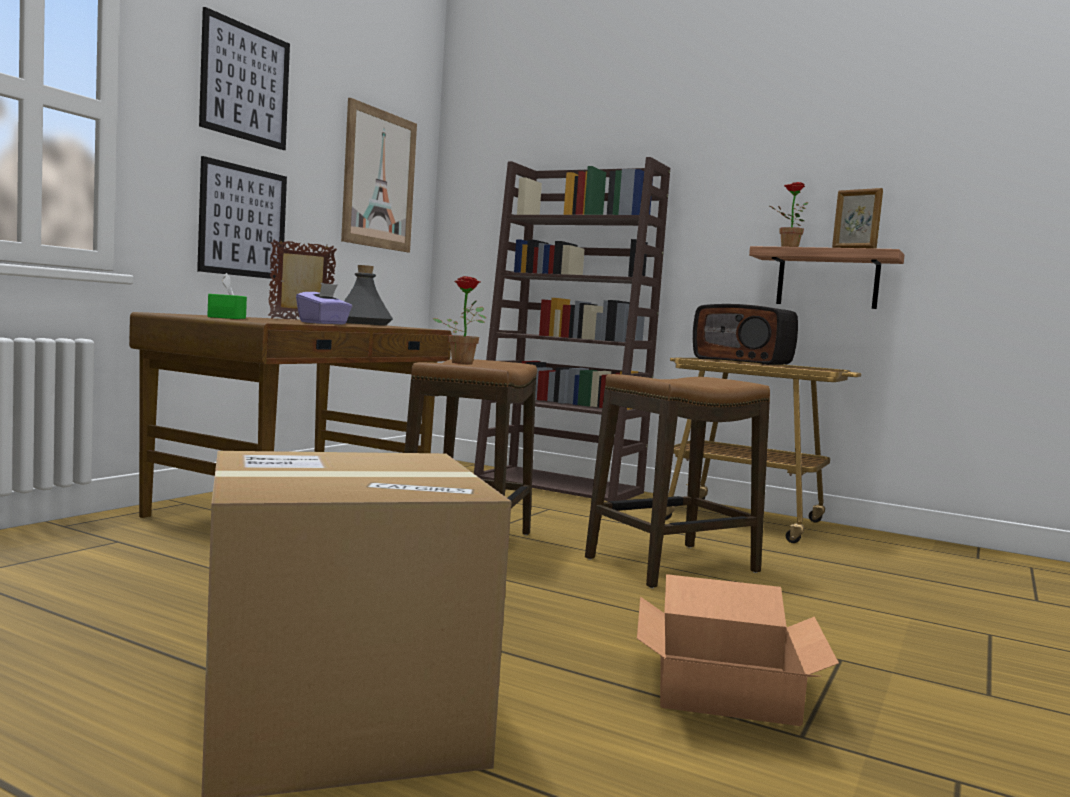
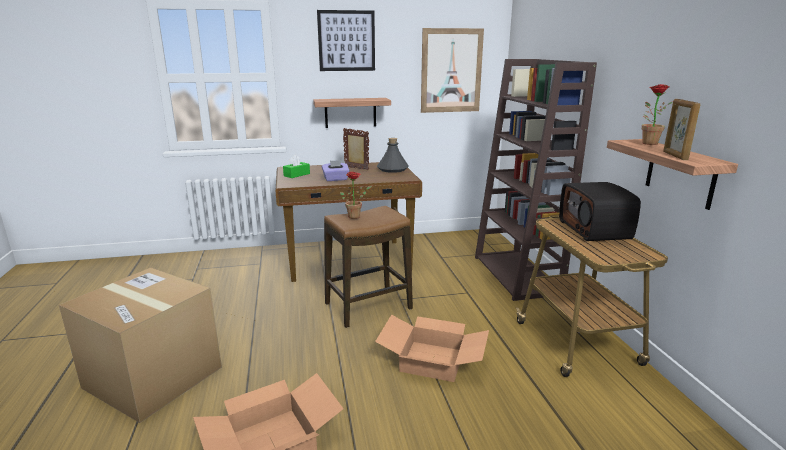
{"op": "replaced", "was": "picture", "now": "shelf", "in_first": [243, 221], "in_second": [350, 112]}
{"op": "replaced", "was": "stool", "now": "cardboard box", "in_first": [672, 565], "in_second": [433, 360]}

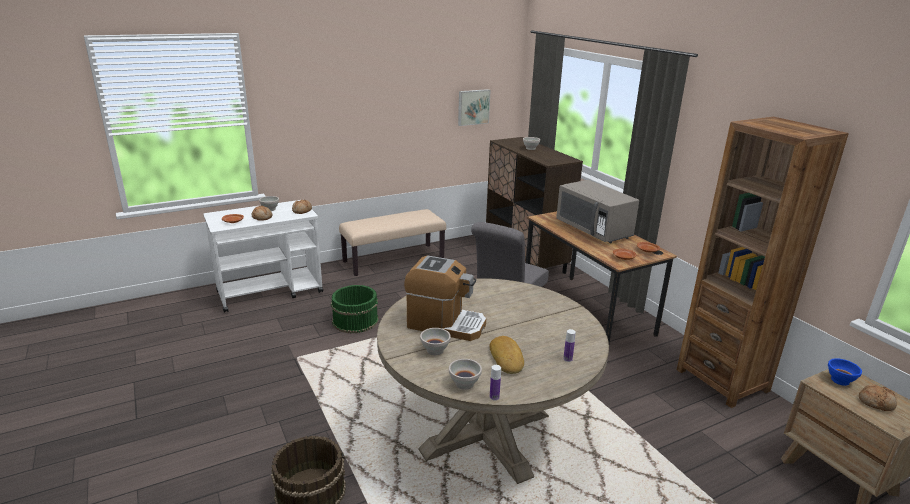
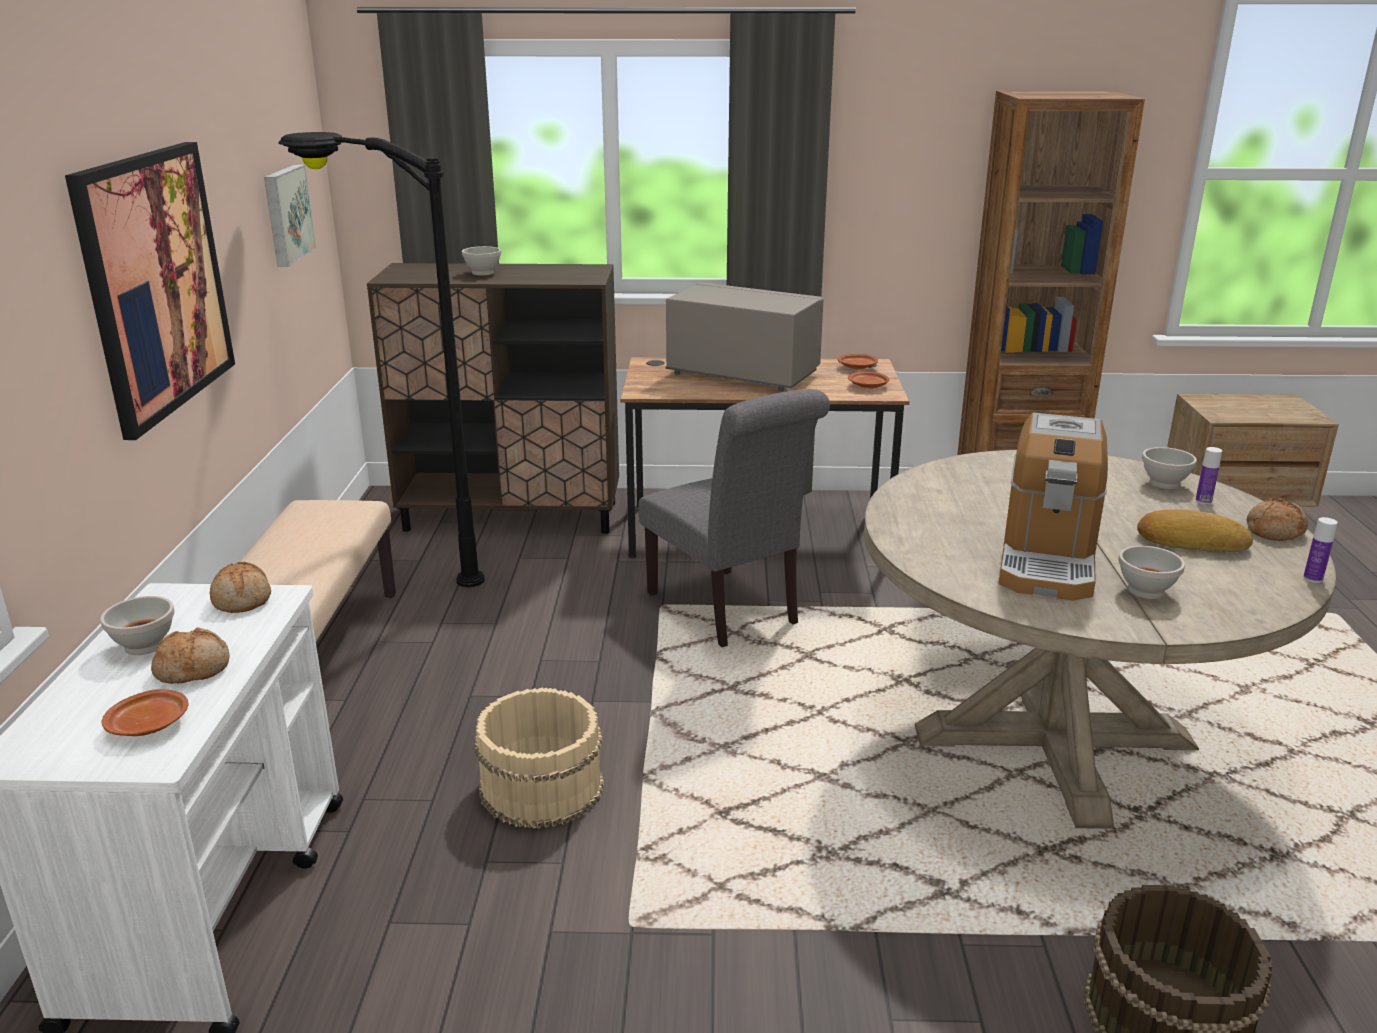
{"op": "added", "now": "picture", "in_second": [156, 283]}
{"op": "added", "now": "black floor lamp", "in_second": [396, 566]}
{"op": "recoloured", "was": "green bucket", "now": "beige bucket", "in_first": [355, 320], "in_second": [540, 787]}
{"op": "turned", "was": "grey microwave", "in_first": [593, 230], "in_second": [742, 374], "clockwise": -150}
{"op": "turned", "was": "coffee machine", "in_first": [445, 324], "in_second": [1047, 560], "clockwise": 150}
{"op": "moved", "was": "white bowl", "in_first": [464, 384], "in_second": [1165, 483]}
{"op": "moved", "was": "bread", "in_first": [876, 402], "in_second": [1273, 530]}
{"op": "removed", "was": "blue bowl", "in_first": [839, 380]}

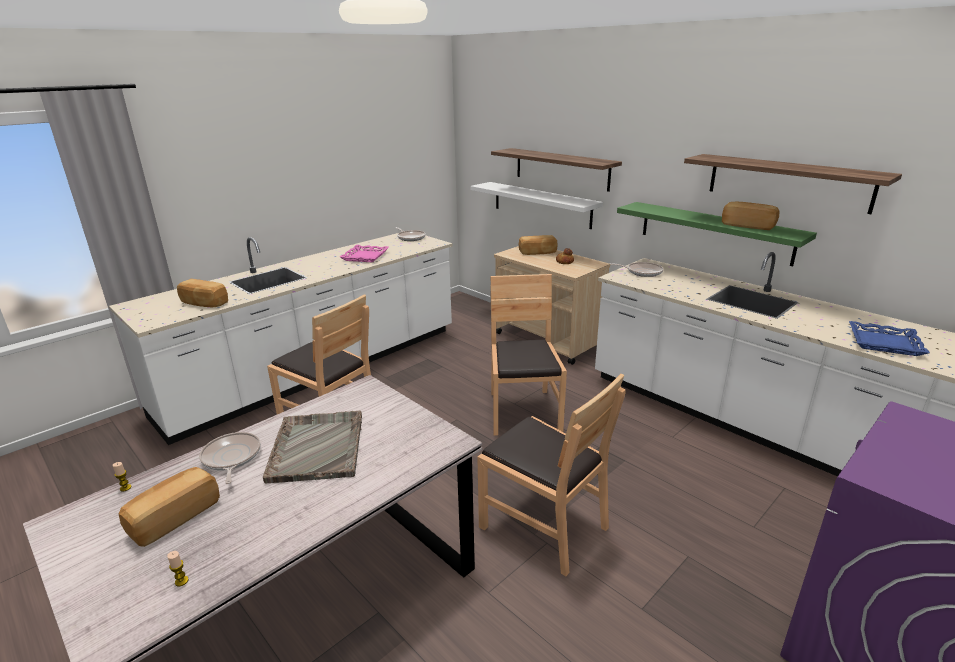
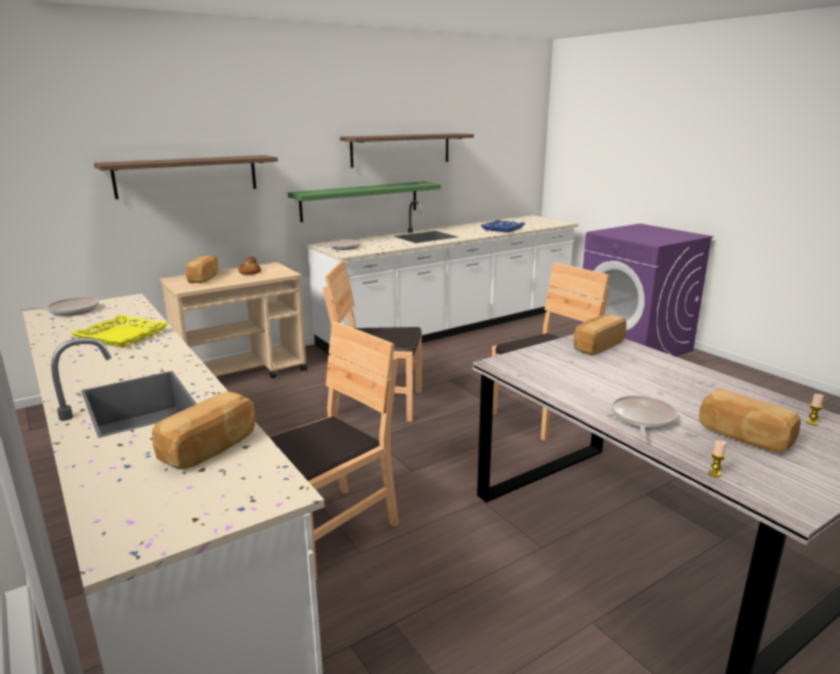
{"op": "recoloured", "was": "pink tray", "now": "yellow tray", "in_first": [365, 256], "in_second": [121, 336]}
{"op": "moved", "was": "bread", "in_first": [748, 225], "in_second": [597, 346]}
{"op": "turned", "was": "frying pan", "in_first": [231, 458], "in_second": [642, 419], "clockwise": 120}
{"op": "removed", "was": "grey tray", "in_first": [317, 447]}
{"op": "removed", "was": "white shelf", "in_first": [541, 204]}

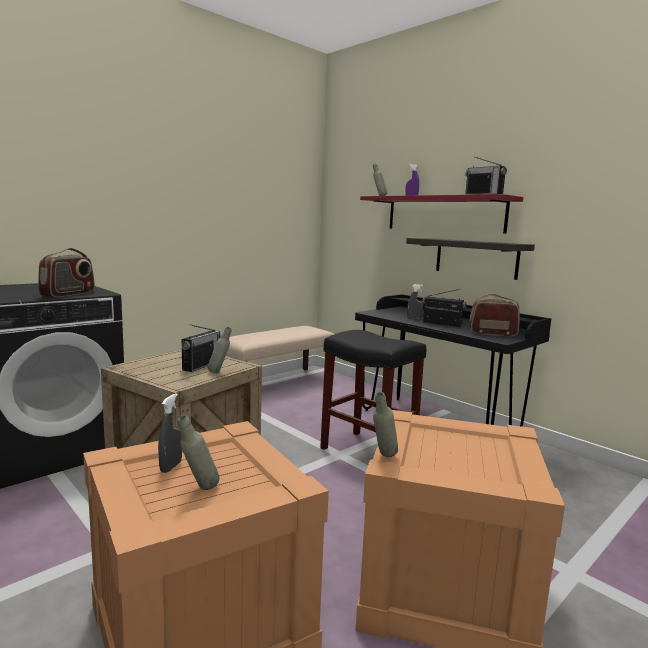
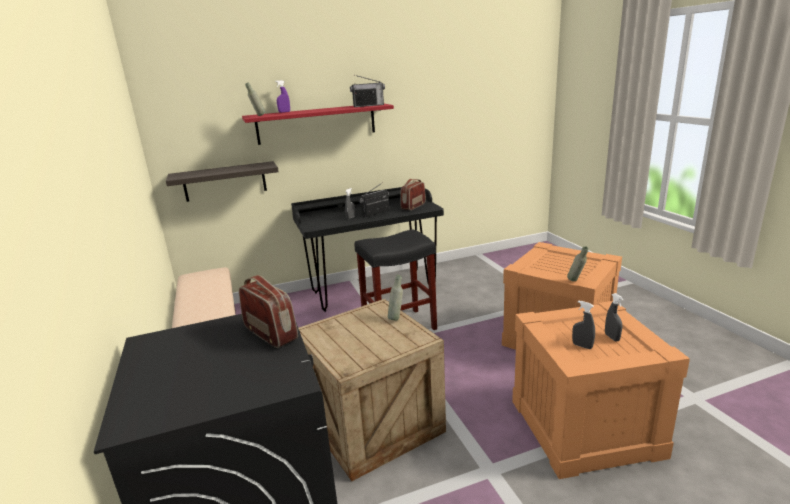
{"op": "moved", "was": "shelf", "in_first": [476, 258], "in_second": [225, 181]}
{"op": "replaced", "was": "grey bottle", "now": "grey spray bottle", "in_first": [199, 490], "in_second": [612, 337]}
{"op": "removed", "was": "radio", "in_first": [201, 365]}

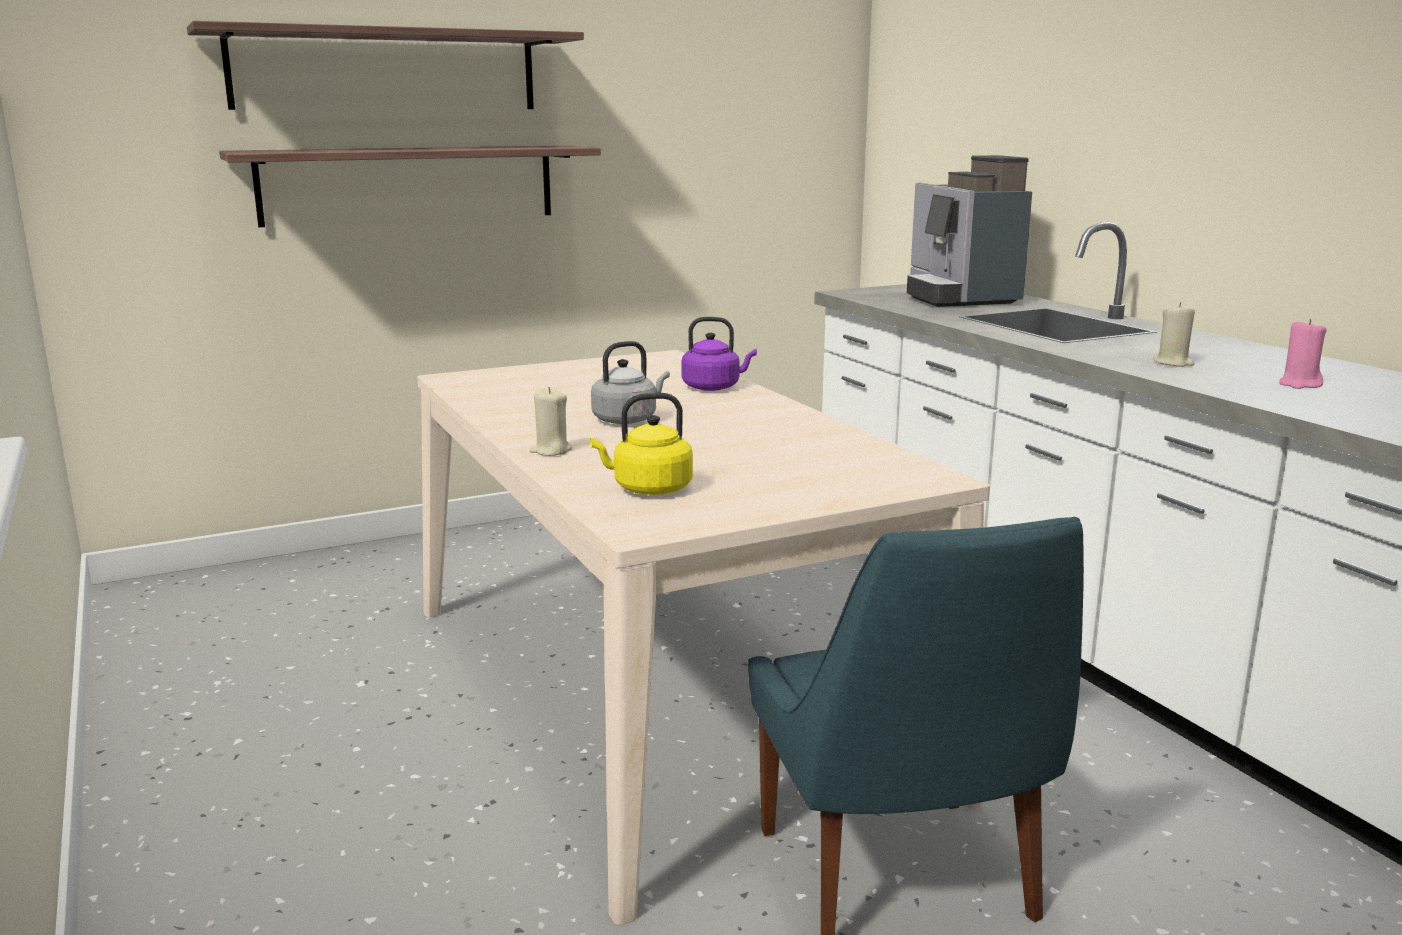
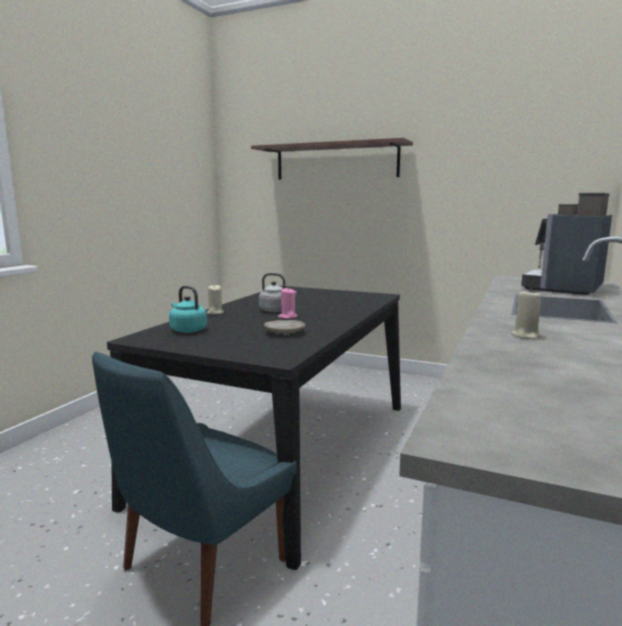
{"op": "recoloured", "was": "beige dining table", "now": "black dining table", "in_first": [658, 693], "in_second": [284, 449]}
{"op": "recoloured", "was": "yellow kettle", "now": "turquoise kettle", "in_first": [648, 489], "in_second": [187, 330]}
{"op": "added", "now": "beige plate", "in_second": [285, 332]}
{"op": "moved", "was": "pink candle", "in_first": [1299, 384], "in_second": [287, 317]}
{"op": "removed", "was": "shelf", "in_first": [409, 184]}
{"op": "removed", "was": "purple kettle", "in_first": [714, 387]}

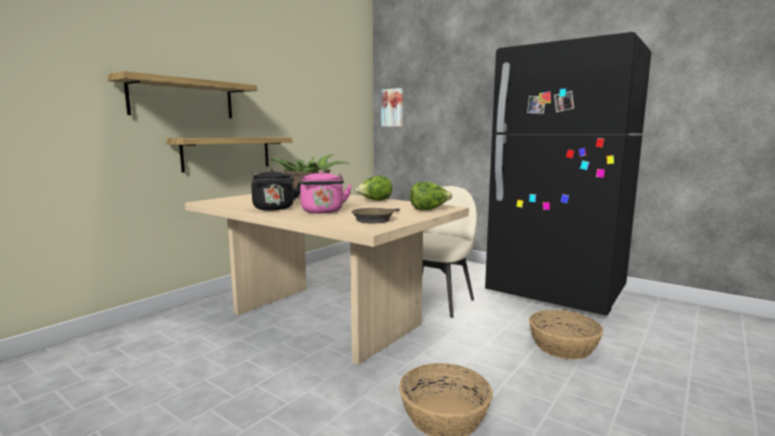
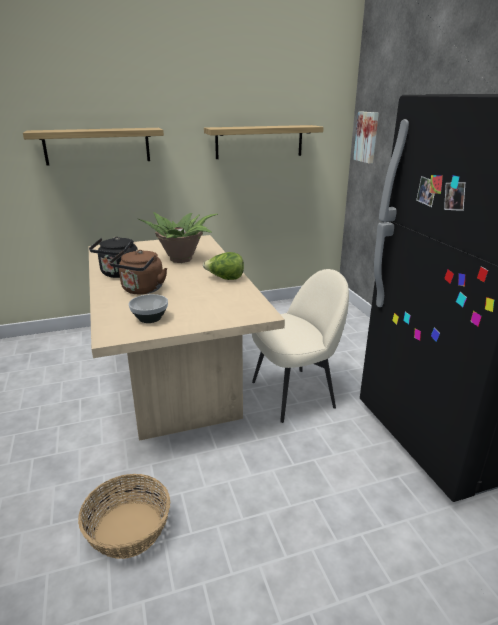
{"op": "recoloured", "was": "pink kettle", "now": "brown kettle", "in_first": [323, 211], "in_second": [141, 290]}
{"op": "replaced", "was": "brown frying pan", "now": "bowl", "in_first": [375, 219], "in_second": [149, 318]}
{"op": "moved", "was": "shelf", "in_first": [227, 153], "in_second": [259, 142]}
{"op": "removed", "was": "lettuce", "in_first": [429, 210]}
{"op": "removed", "was": "basket", "in_first": [563, 346]}

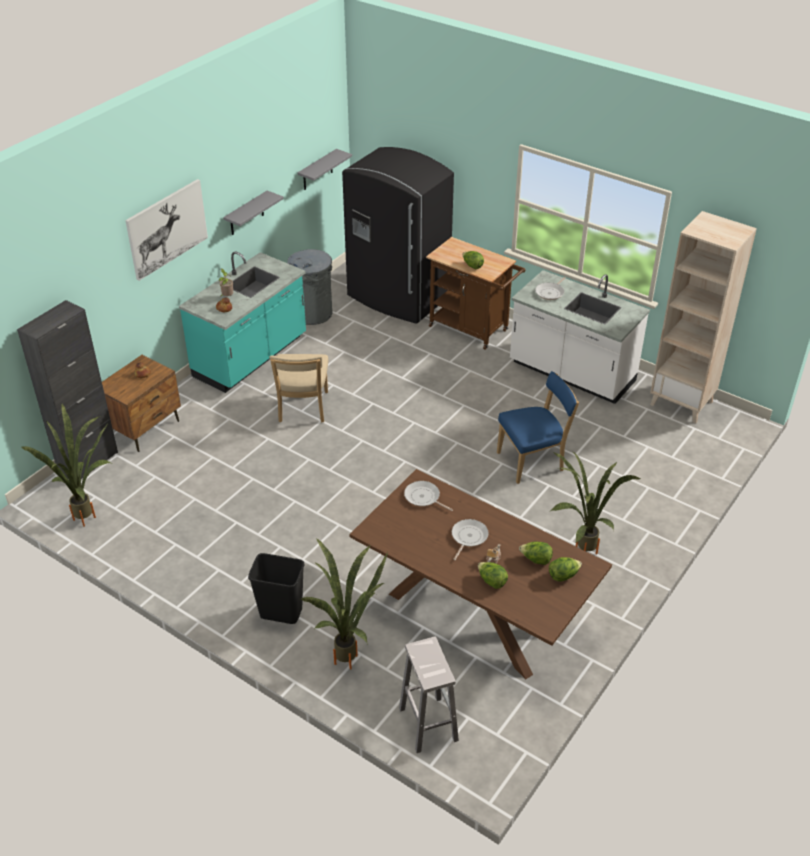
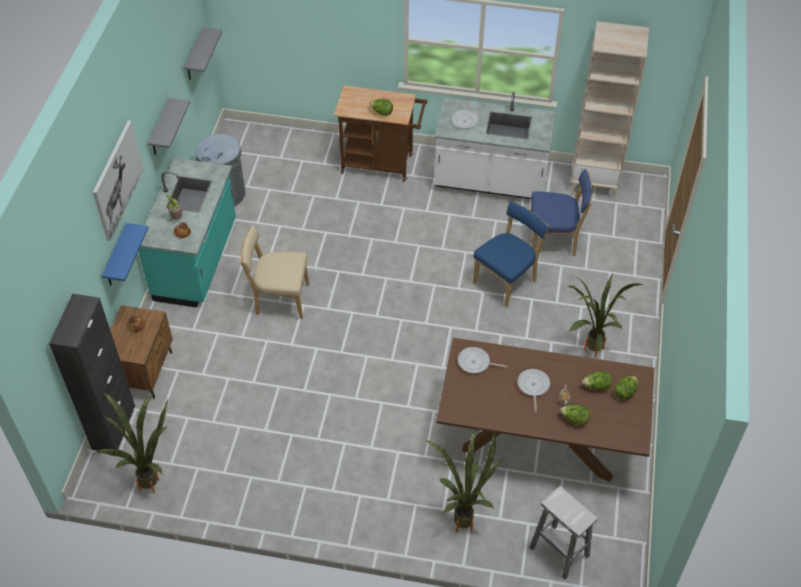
{"op": "added", "now": "blue shelf", "in_second": [116, 257]}
{"op": "turned", "was": "beige chair", "in_first": [302, 409], "in_second": [279, 299], "clockwise": 120}
{"op": "added", "now": "blue chair", "in_second": [554, 240]}
{"op": "removed", "was": "black trash can", "in_first": [280, 613]}
{"op": "removed", "was": "black fridge", "in_first": [397, 298]}

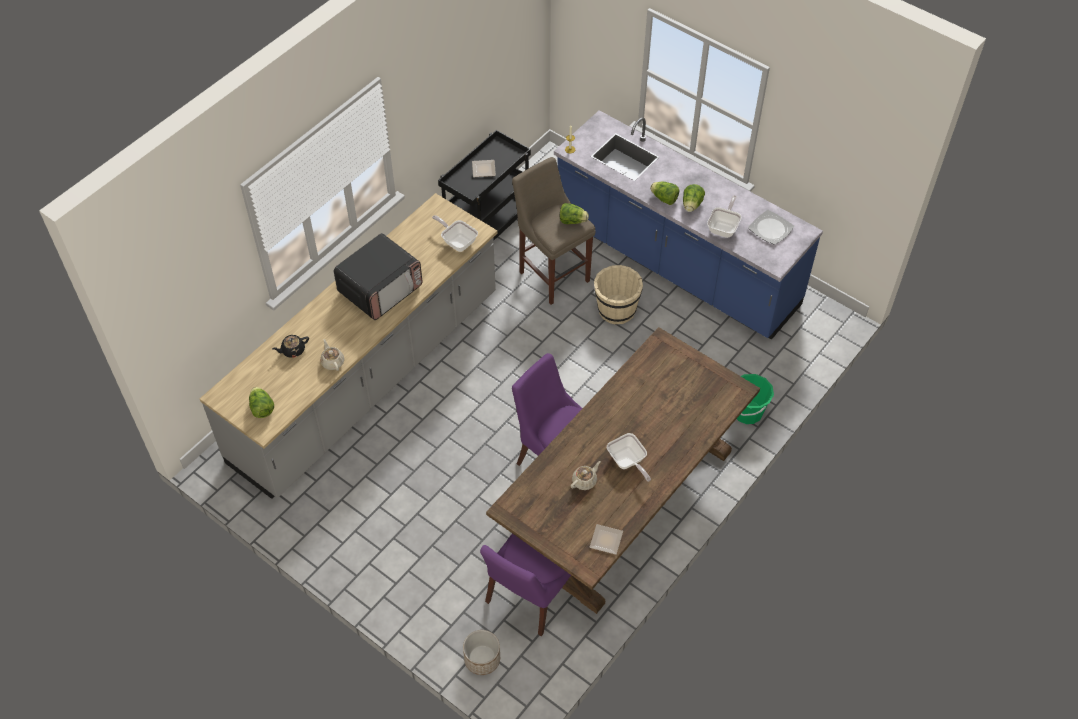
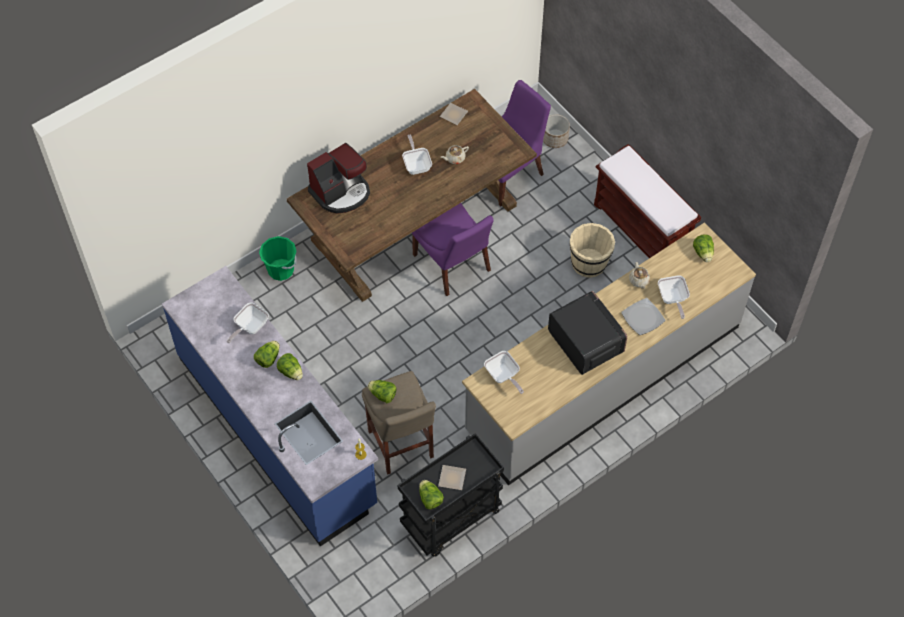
{"op": "added", "now": "coffee machine", "in_second": [341, 192]}
{"op": "added", "now": "lettuce", "in_second": [430, 499]}
{"op": "turned", "was": "microwave", "in_first": [381, 289], "in_second": [585, 342], "clockwise": 90}
{"op": "moved", "was": "beige bucket", "in_first": [616, 310], "in_second": [589, 263]}
{"op": "added", "now": "brown bench", "in_second": [641, 229]}
{"op": "moved", "was": "plate", "in_first": [770, 229], "in_second": [643, 317]}
{"op": "replaced", "was": "black teapot", "now": "frying pan", "in_first": [293, 350], "in_second": [672, 299]}

